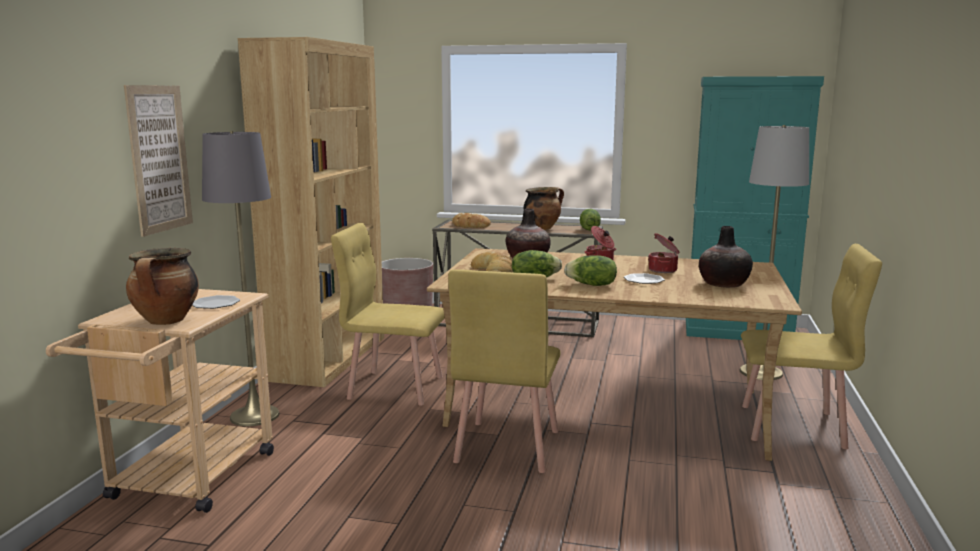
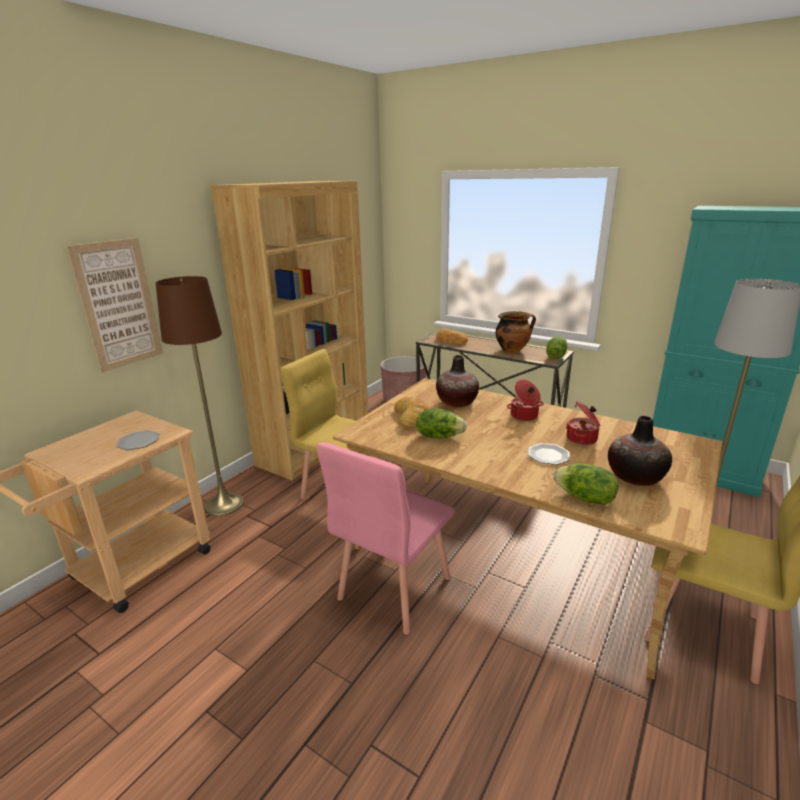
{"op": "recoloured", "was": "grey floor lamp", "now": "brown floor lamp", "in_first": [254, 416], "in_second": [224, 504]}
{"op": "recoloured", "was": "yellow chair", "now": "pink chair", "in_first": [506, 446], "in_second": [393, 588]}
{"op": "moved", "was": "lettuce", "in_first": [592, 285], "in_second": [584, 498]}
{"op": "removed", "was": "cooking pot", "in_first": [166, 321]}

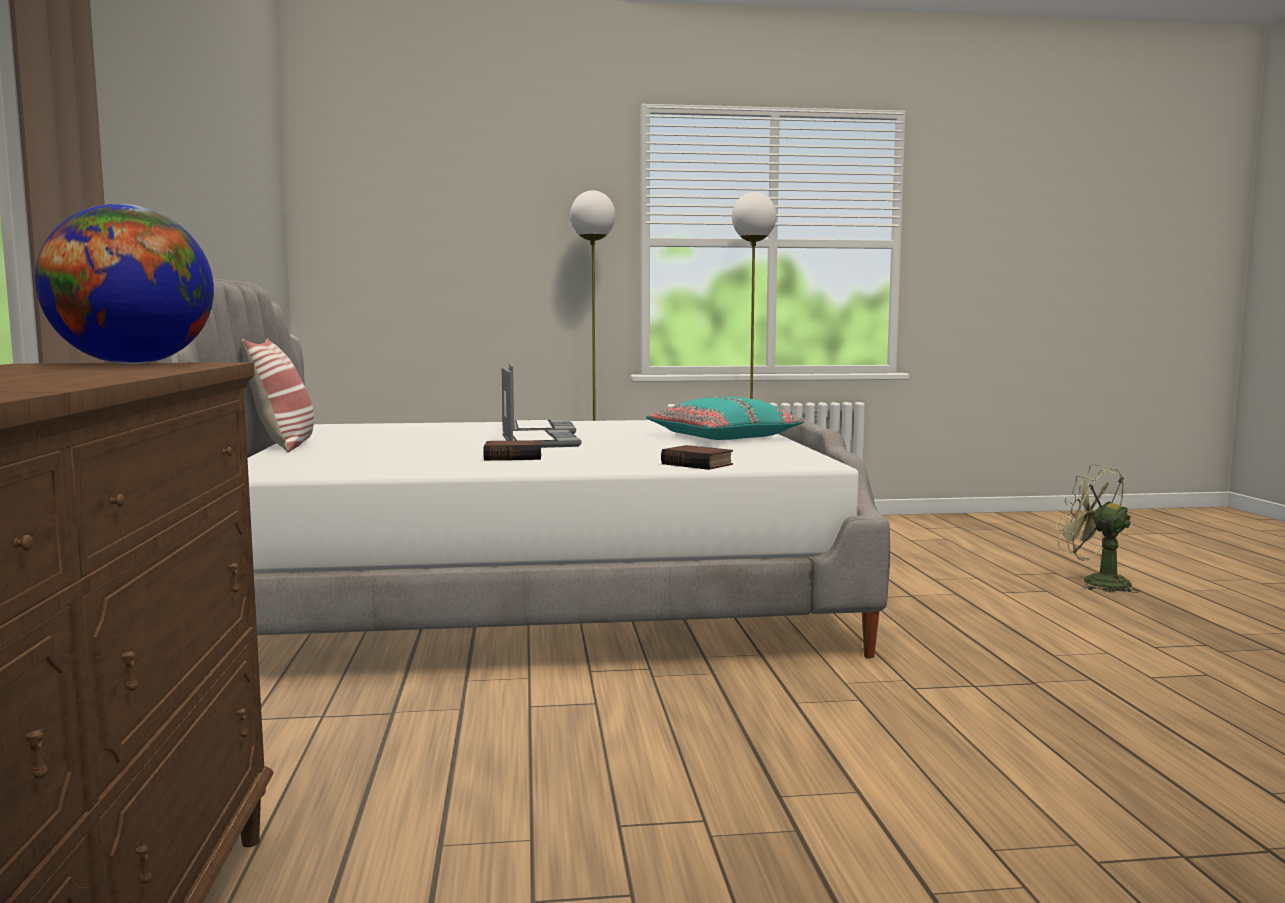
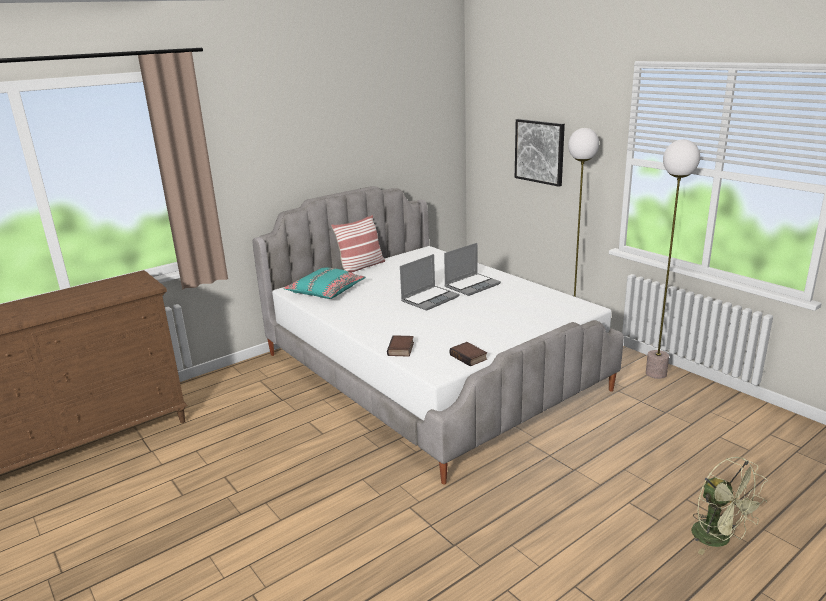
{"op": "moved", "was": "turquoise pillow", "in_first": [723, 437], "in_second": [325, 291]}
{"op": "moved", "was": "book", "in_first": [514, 457], "in_second": [469, 357]}
{"op": "added", "now": "picture", "in_second": [539, 151]}
{"op": "turned", "was": "green fan", "in_first": [1095, 582], "in_second": [719, 539], "clockwise": 135}
{"op": "removed", "was": "globe", "in_first": [133, 364]}

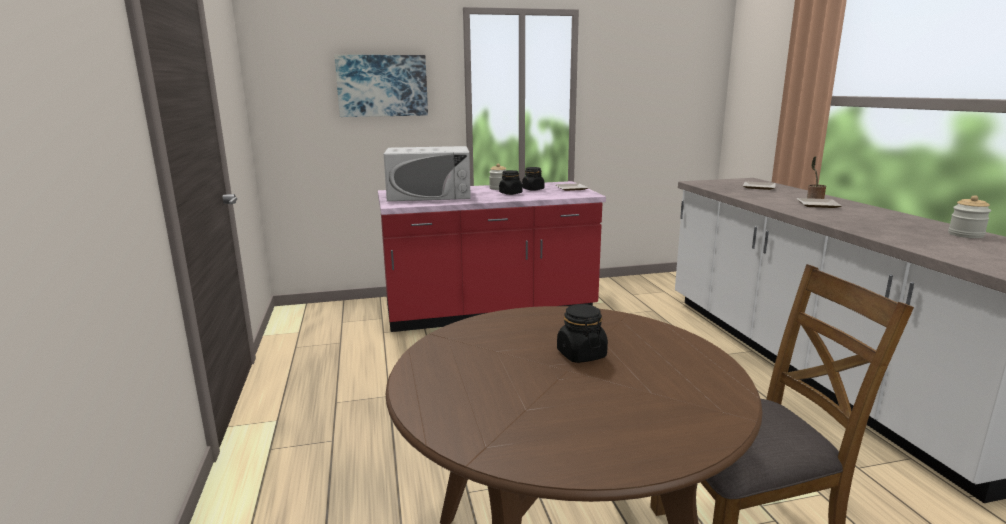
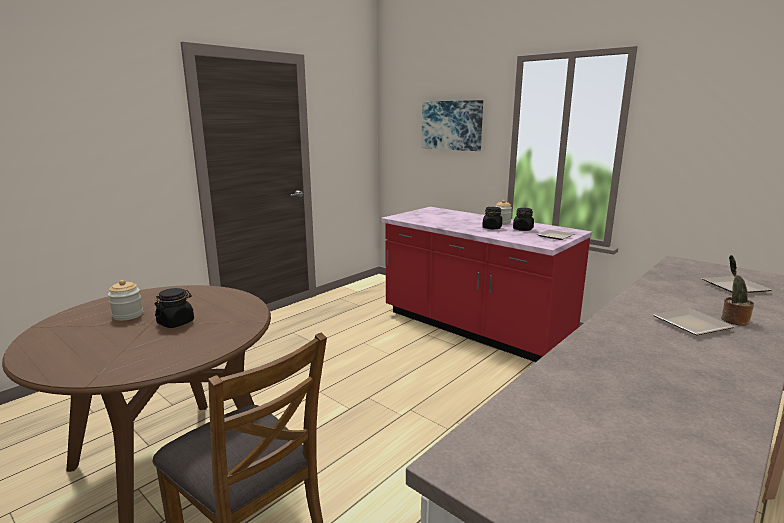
{"op": "moved", "was": "jar", "in_first": [965, 235], "in_second": [128, 315]}
{"op": "removed", "was": "white microwave", "in_first": [429, 195]}

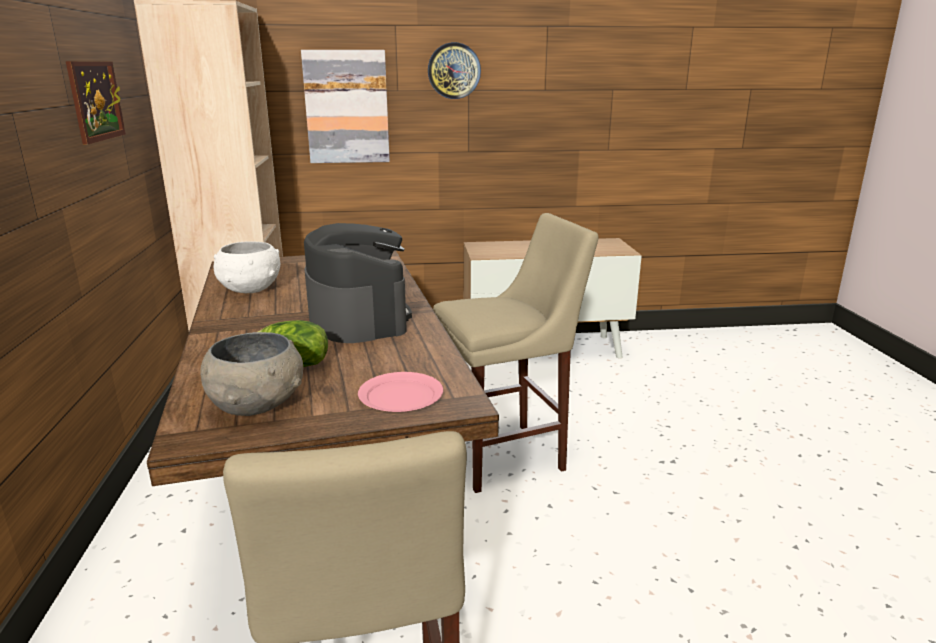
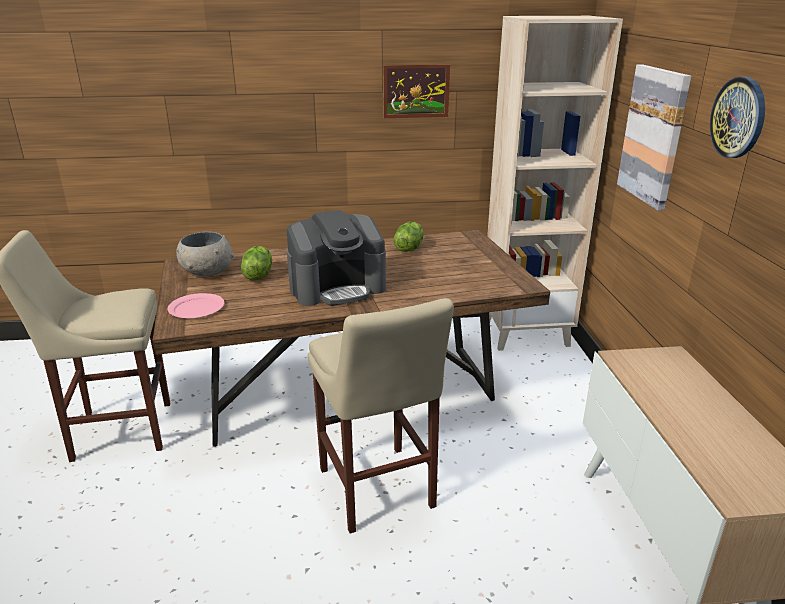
{"op": "replaced", "was": "white bowl", "now": "lettuce", "in_first": [250, 289], "in_second": [408, 248]}

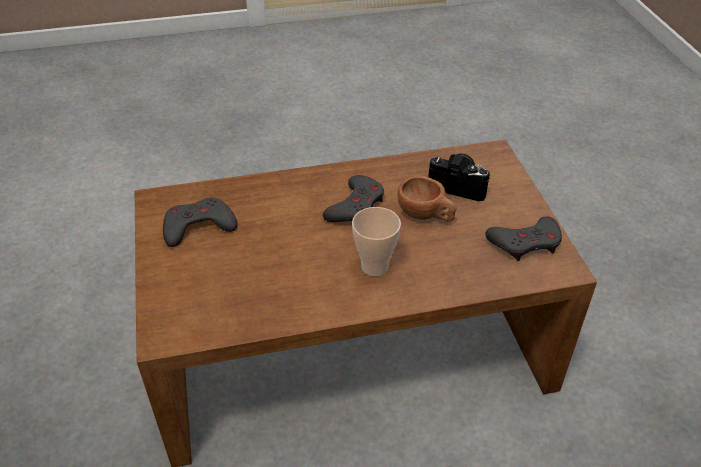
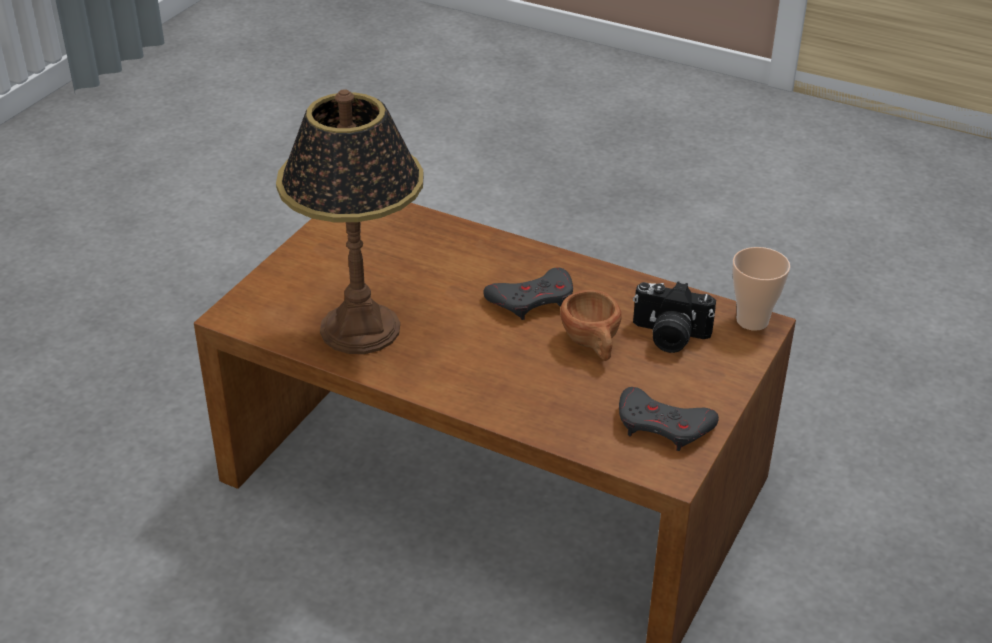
{"op": "added", "now": "table lamp", "in_second": [361, 329]}
{"op": "turned", "was": "photo camera", "in_first": [459, 186], "in_second": [669, 336], "clockwise": 135}
{"op": "moved", "was": "cup", "in_first": [374, 266], "in_second": [752, 321]}
{"op": "removed", "was": "grey game controller", "in_first": [198, 226]}

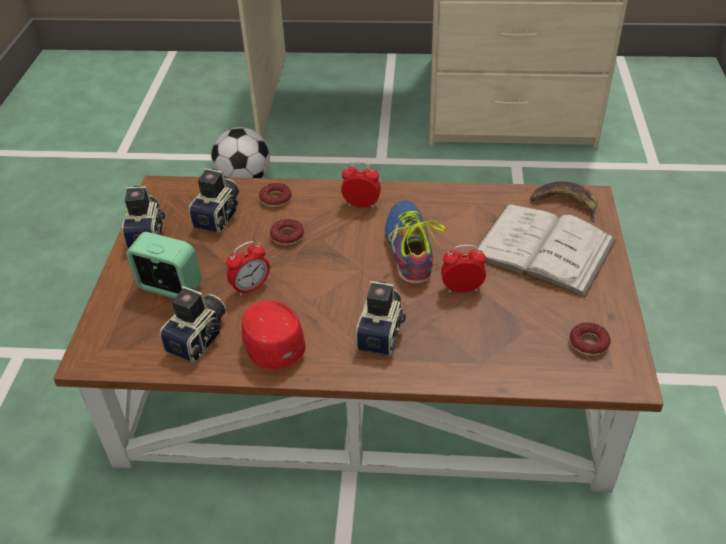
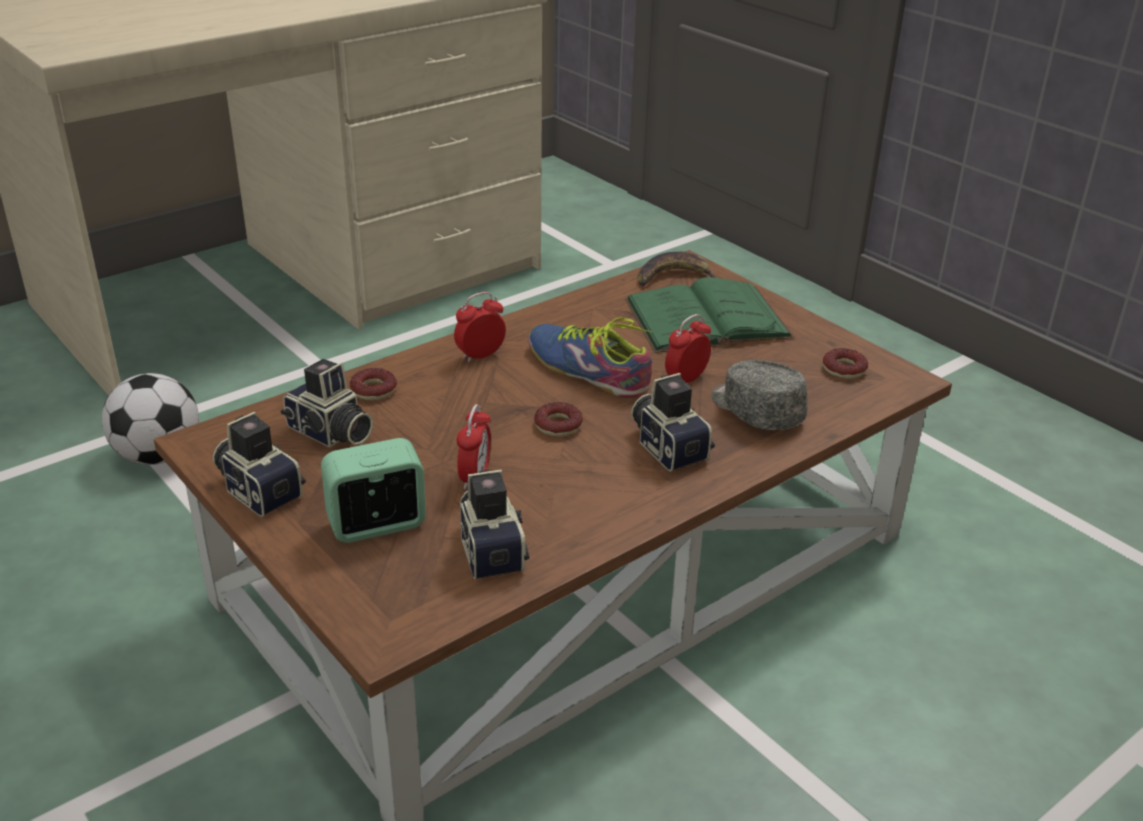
{"op": "turned", "was": "photo camera", "in_first": [220, 216], "in_second": [330, 433], "clockwise": 150}
{"op": "moved", "was": "donut", "in_first": [287, 236], "in_second": [558, 425]}
{"op": "recoloured", "was": "white book", "now": "green book", "in_first": [543, 249], "in_second": [707, 318]}
{"op": "added", "now": "grey cap", "in_second": [755, 411]}
{"op": "removed", "was": "red cap", "in_first": [271, 342]}

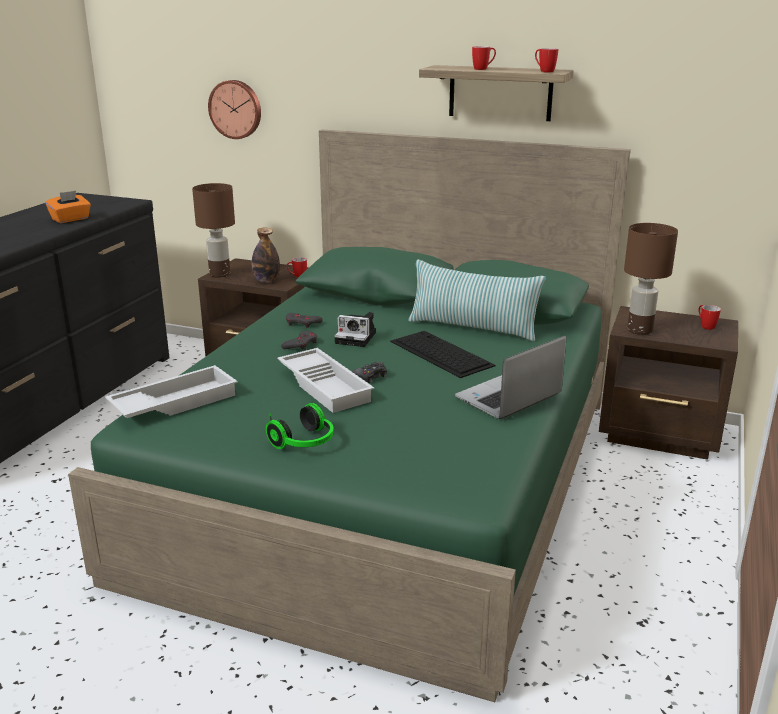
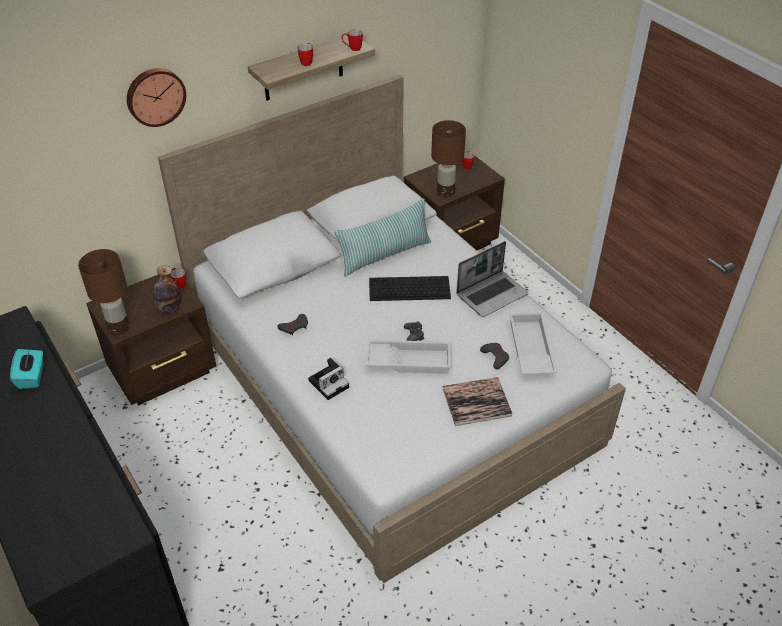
{"op": "recoloured", "was": "orange tissue box", "now": "turquoise tissue box", "in_first": [71, 219], "in_second": [32, 376]}
{"op": "moved", "was": "wall clock", "in_first": [236, 109], "in_second": [155, 96]}
{"op": "recoloured", "was": "green bed", "now": "white bed", "in_first": [390, 480], "in_second": [391, 384]}
{"op": "moved", "was": "photo camera", "in_first": [357, 338], "in_second": [329, 383]}
{"op": "replaced", "was": "headphones", "now": "book", "in_first": [305, 443], "in_second": [476, 402]}
{"op": "turned", "was": "laptop", "in_first": [508, 398], "in_second": [492, 294], "clockwise": -120}
{"op": "moved", "was": "grey game controller", "in_first": [301, 344], "in_second": [495, 357]}
{"op": "moved", "was": "white tray", "in_first": [174, 402], "in_second": [530, 349]}

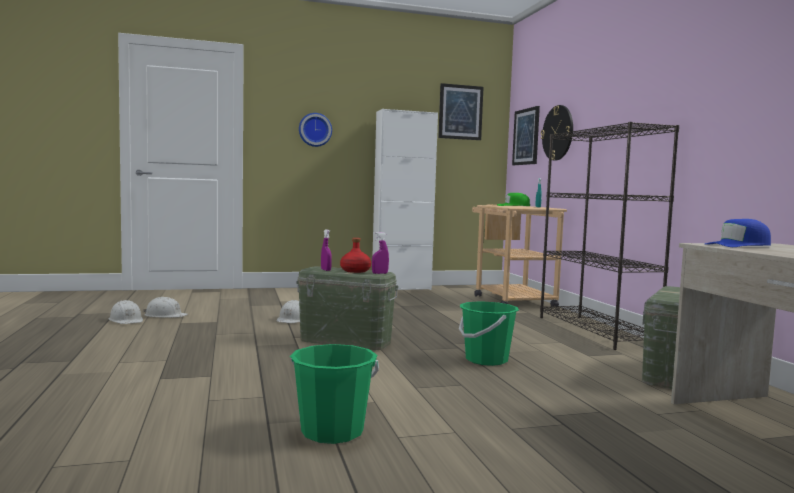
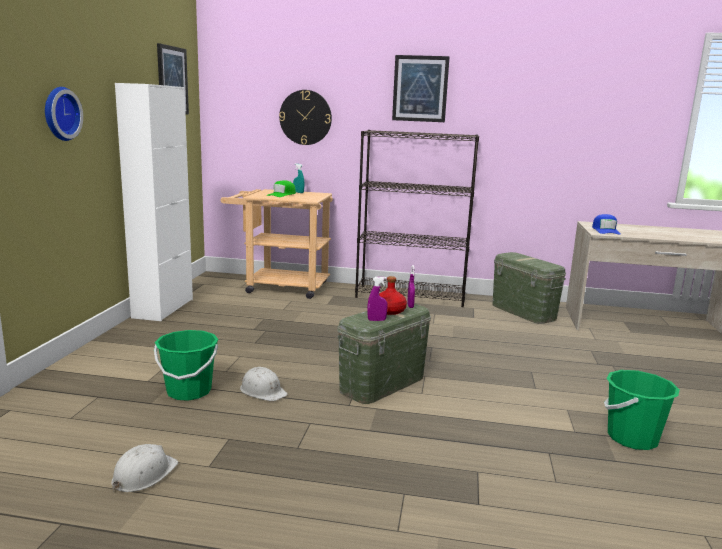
{"op": "moved", "was": "green bucket", "in_first": [486, 360], "in_second": [189, 391]}
{"op": "moved", "was": "picture", "in_first": [526, 137], "in_second": [420, 89]}
{"op": "removed", "was": "white hard hat", "in_first": [126, 320]}

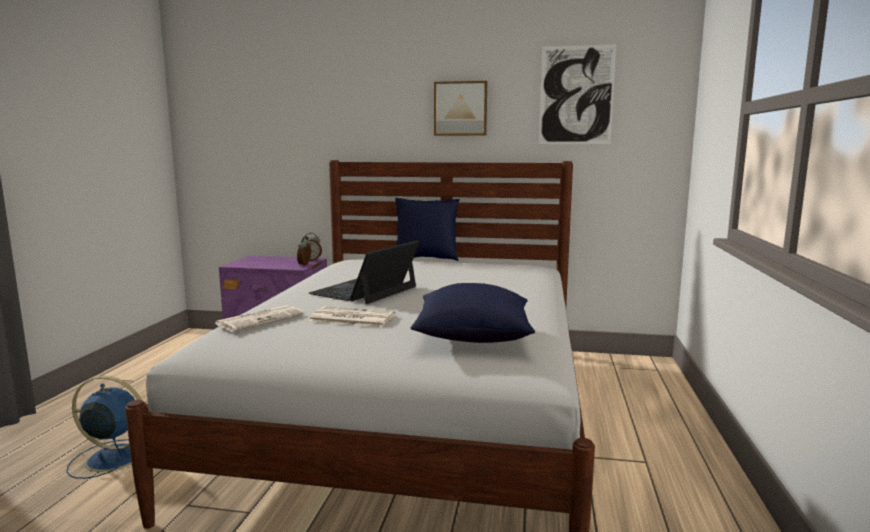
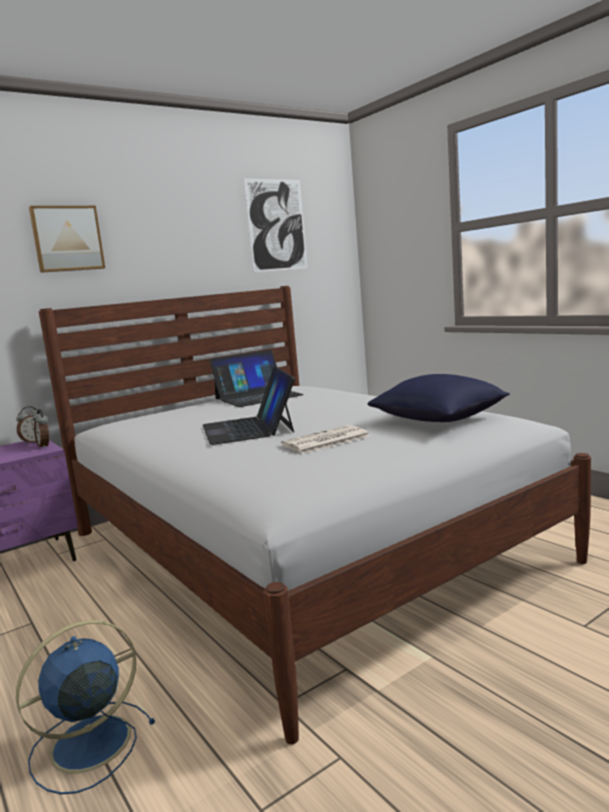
{"op": "moved", "was": "picture", "in_first": [460, 109], "in_second": [67, 239]}
{"op": "added", "now": "laptop", "in_second": [258, 397]}
{"op": "removed", "was": "newspaper", "in_first": [261, 319]}
{"op": "removed", "was": "blue pillow", "in_first": [426, 259]}

